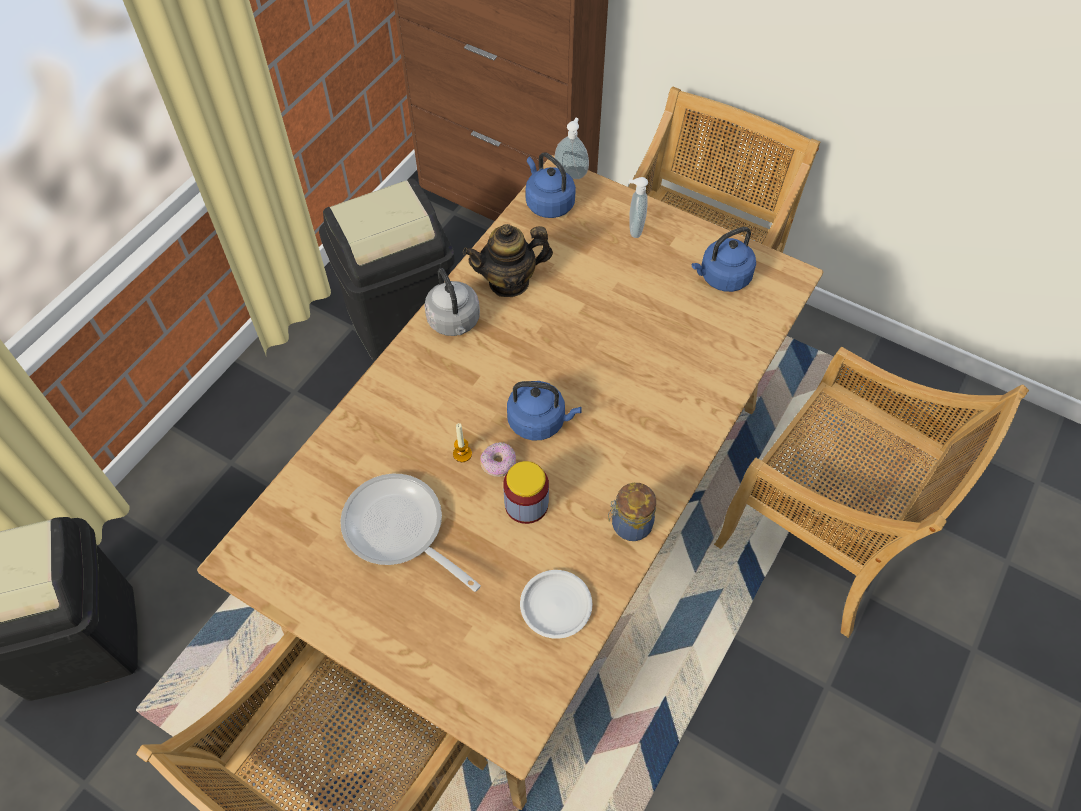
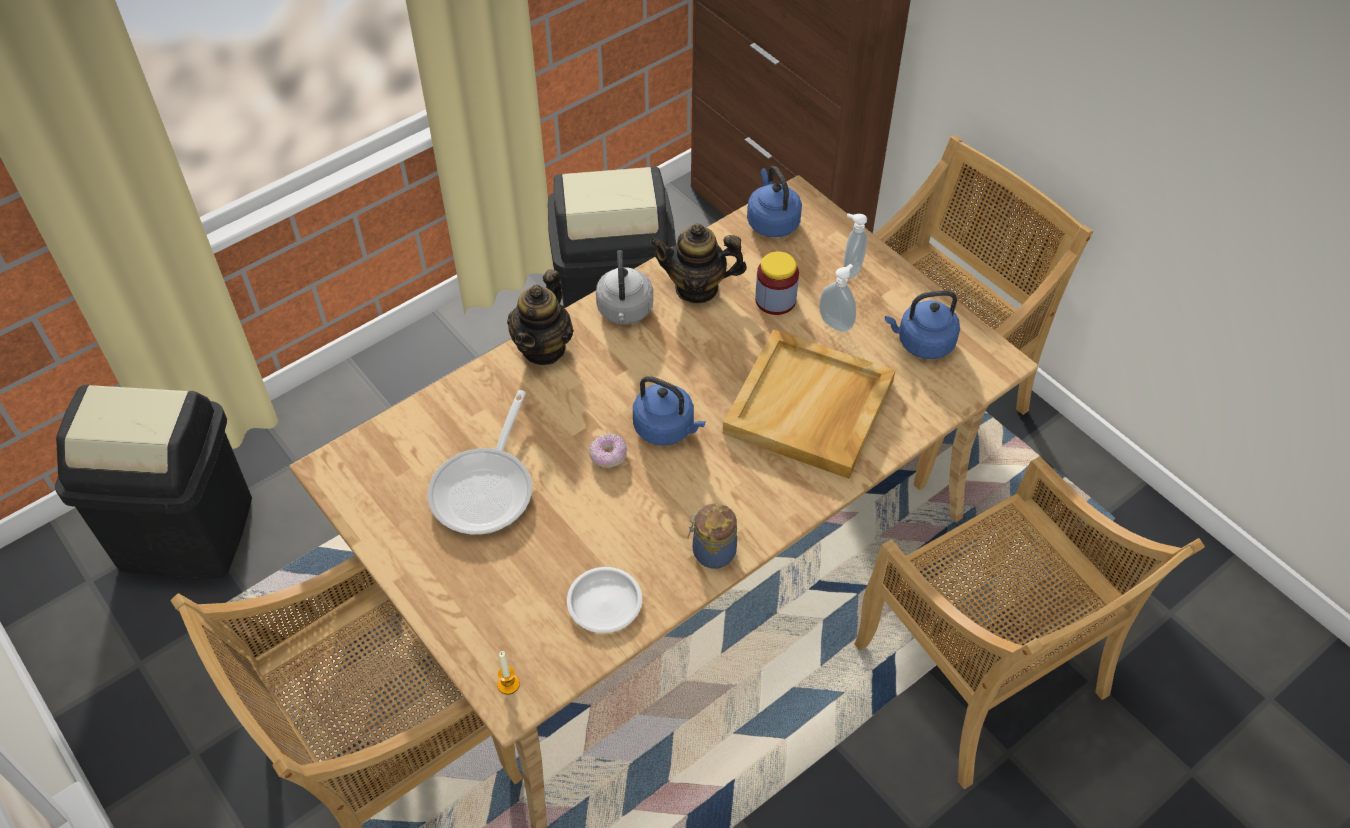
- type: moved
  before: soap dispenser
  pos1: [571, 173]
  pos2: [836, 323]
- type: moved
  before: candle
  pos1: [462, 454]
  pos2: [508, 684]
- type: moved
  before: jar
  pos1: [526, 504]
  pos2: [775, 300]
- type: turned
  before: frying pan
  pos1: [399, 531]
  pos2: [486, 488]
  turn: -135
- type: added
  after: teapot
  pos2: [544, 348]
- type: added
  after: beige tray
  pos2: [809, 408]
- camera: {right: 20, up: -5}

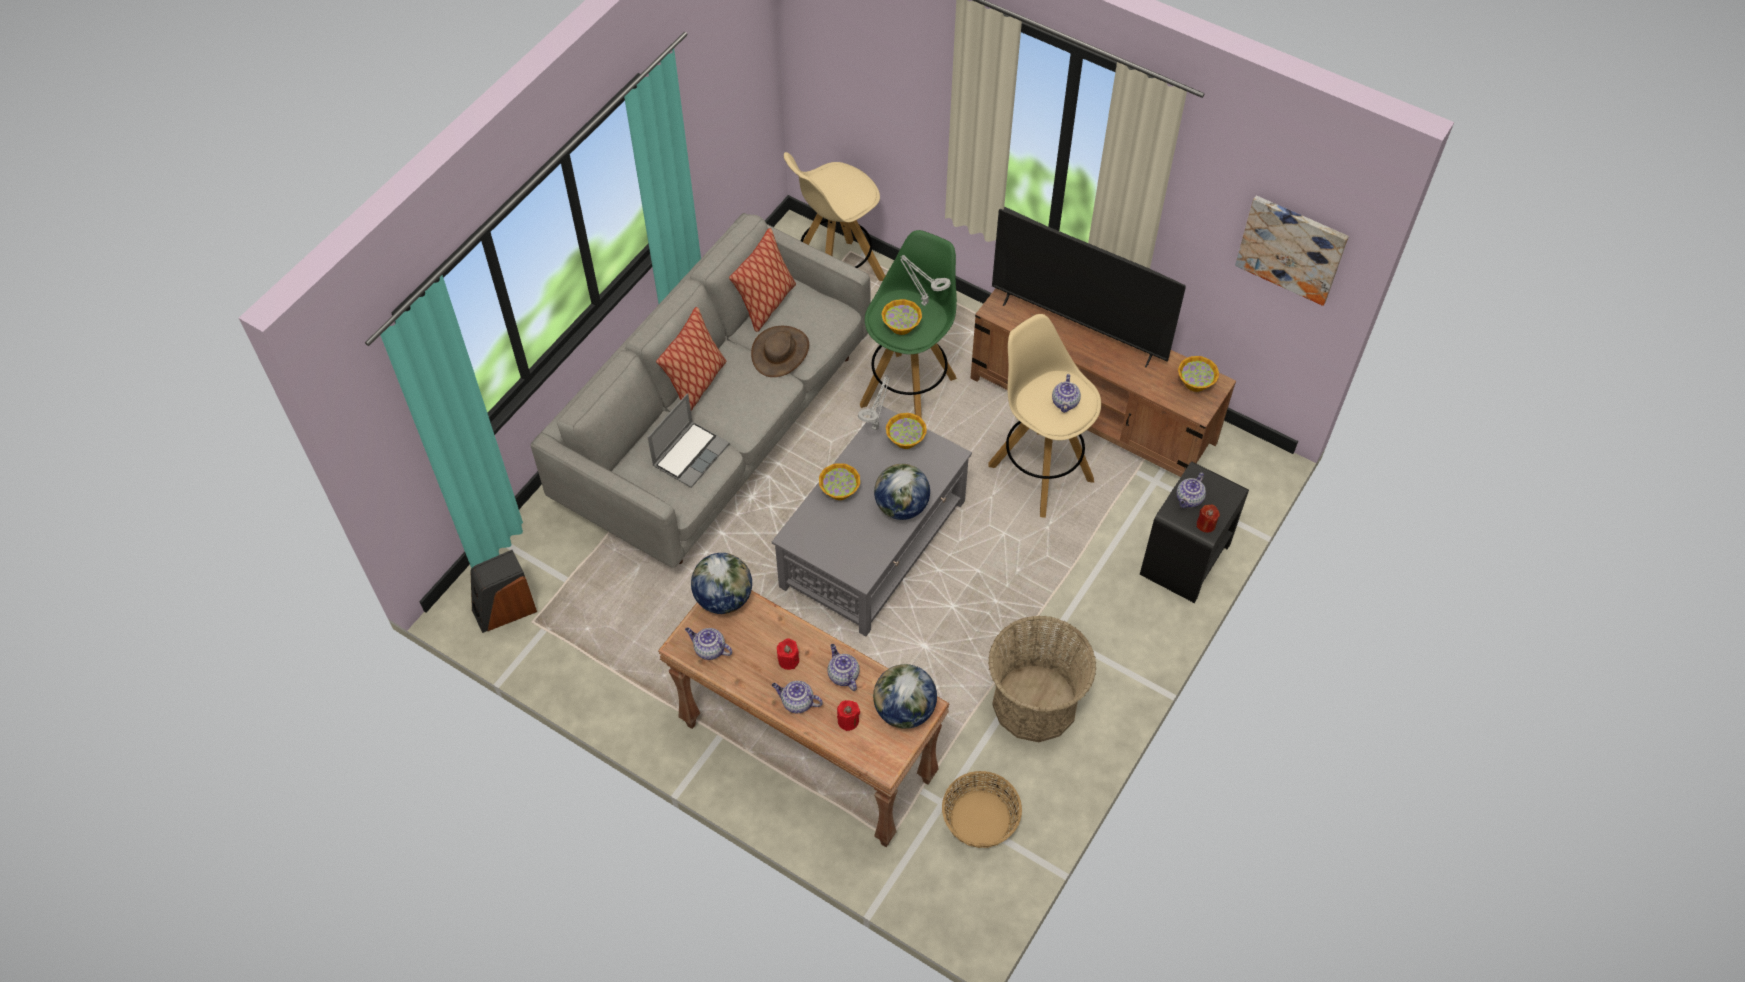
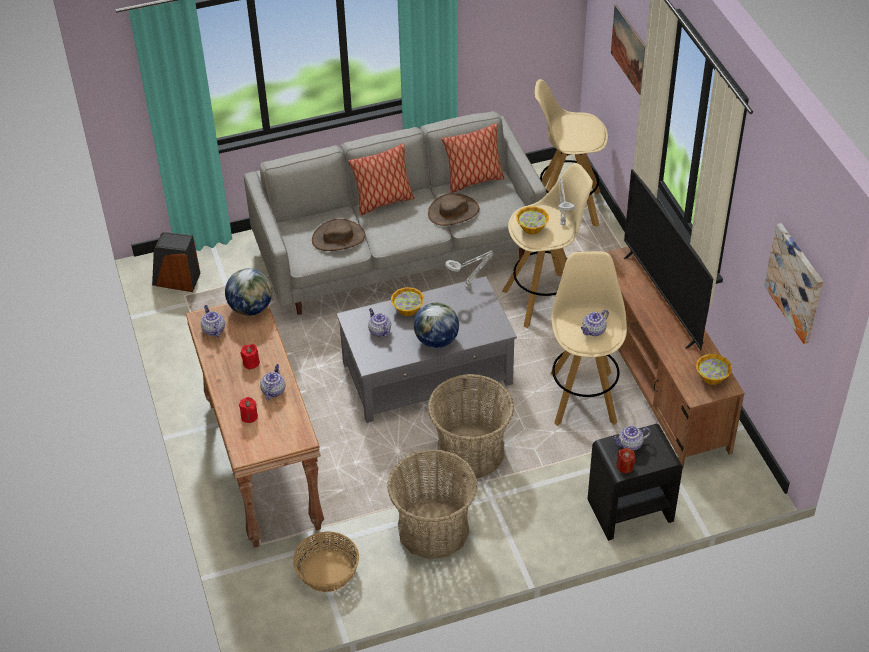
- type: recoloured
  before: green stool
  after: beige stool
  pos1: [909, 390]
  pos2: [544, 299]
- type: replaced
  before: laptop
  after: brown hat
  pos1: [690, 454]
  pos2: [338, 238]
- type: removed
  before: bowl
  pos1: [905, 439]
- type: removed
  before: globe
  pos1: [904, 710]
- type: moved
  before: teapot
  pos1: [797, 702]
  pos2: [379, 331]
- type: added
  after: picture
  pos2: [628, 49]
- type: added
  after: basket
  pos2: [470, 451]
- camera: {right: 40, up: -10}

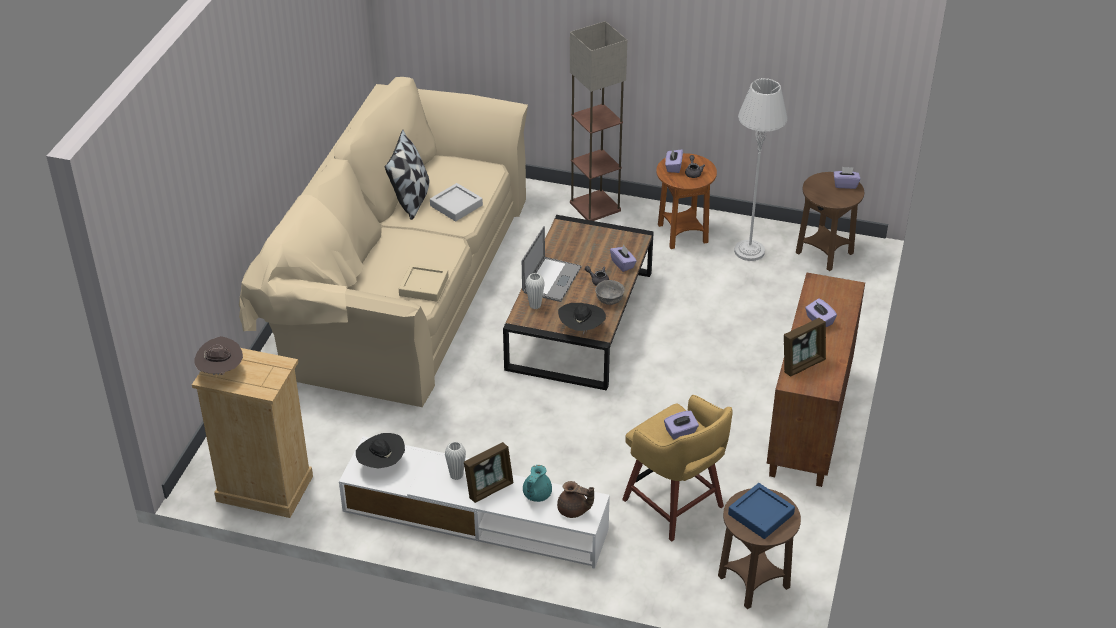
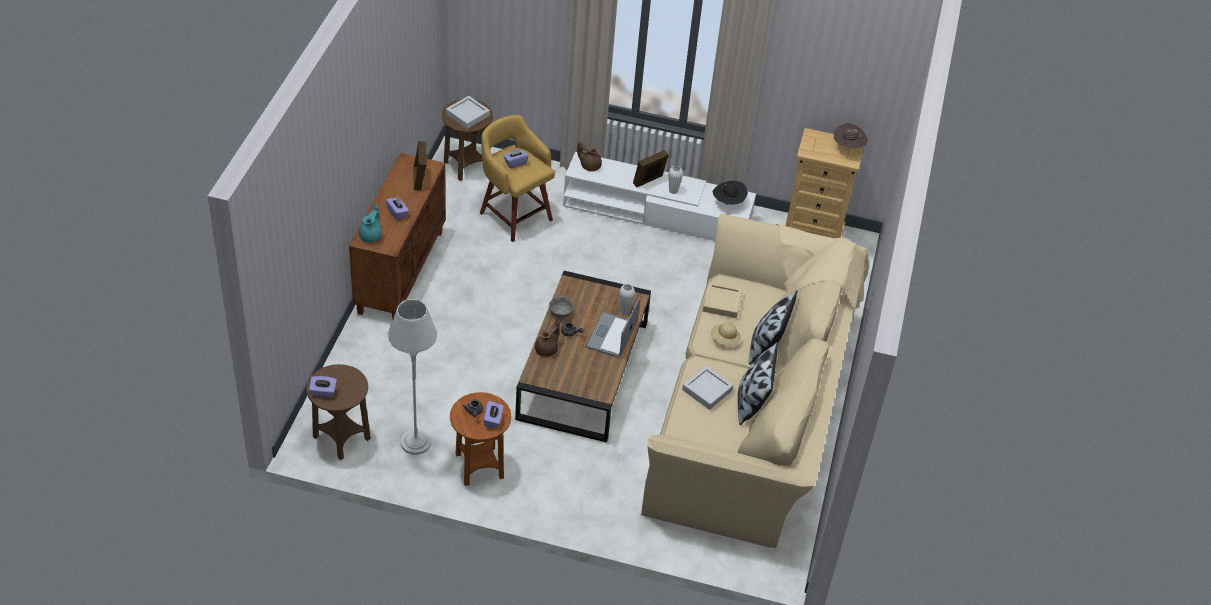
- type: removed
  before: floor lamp
  pos1: [596, 206]
- type: replaced
  before: purple tissue box
  after: brown teapot
  pos1: [623, 264]
  pos2: [547, 349]
- type: removed
  before: black hat
  pos1: [581, 329]
- type: turned
  before: picture frame
  pos1: [802, 364]
  pos2: [420, 179]
  turn: -60
- type: moved
  before: turquoise teapot
  pos1: [536, 495]
  pos2: [371, 236]
- type: recoloured
  before: blue tray
  after: grey tray
  pos1: [761, 514]
  pos2: [467, 115]
- type: added
  after: pillow
  pos2: [766, 346]
- type: added
  after: beige hat
  pos2: [724, 340]
- camera: {right: 175, up: 5}

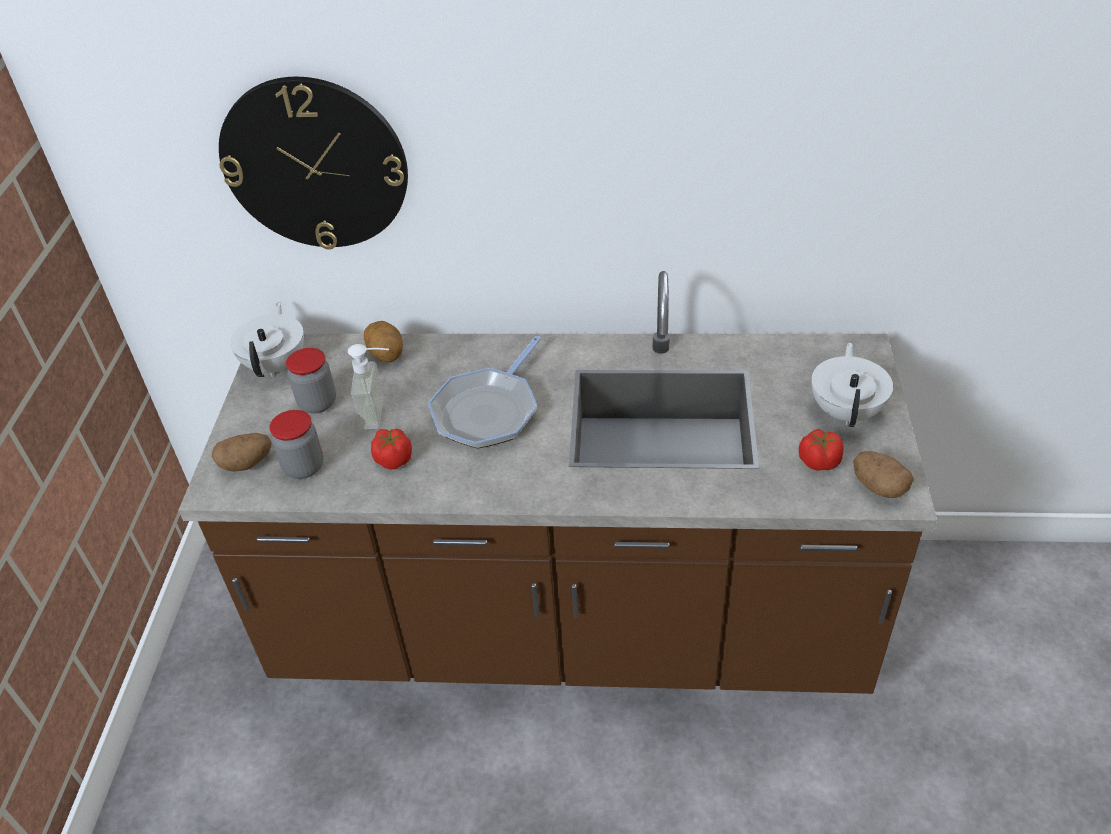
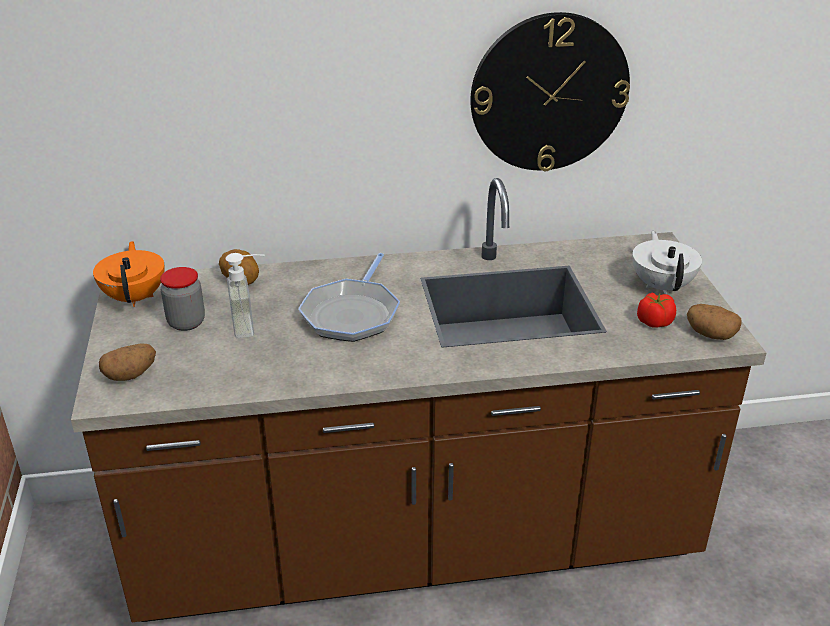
- type: moved
  before: wall clock
  pos1: [315, 164]
  pos2: [549, 93]
- type: recoloured
  before: white teapot
  after: orange teapot
  pos1: [276, 364]
  pos2: [135, 297]
- type: removed
  before: jar
  pos1: [304, 467]
- type: removed
  before: tomato
  pos1: [393, 459]
- camera: {right: -15, up: -10}

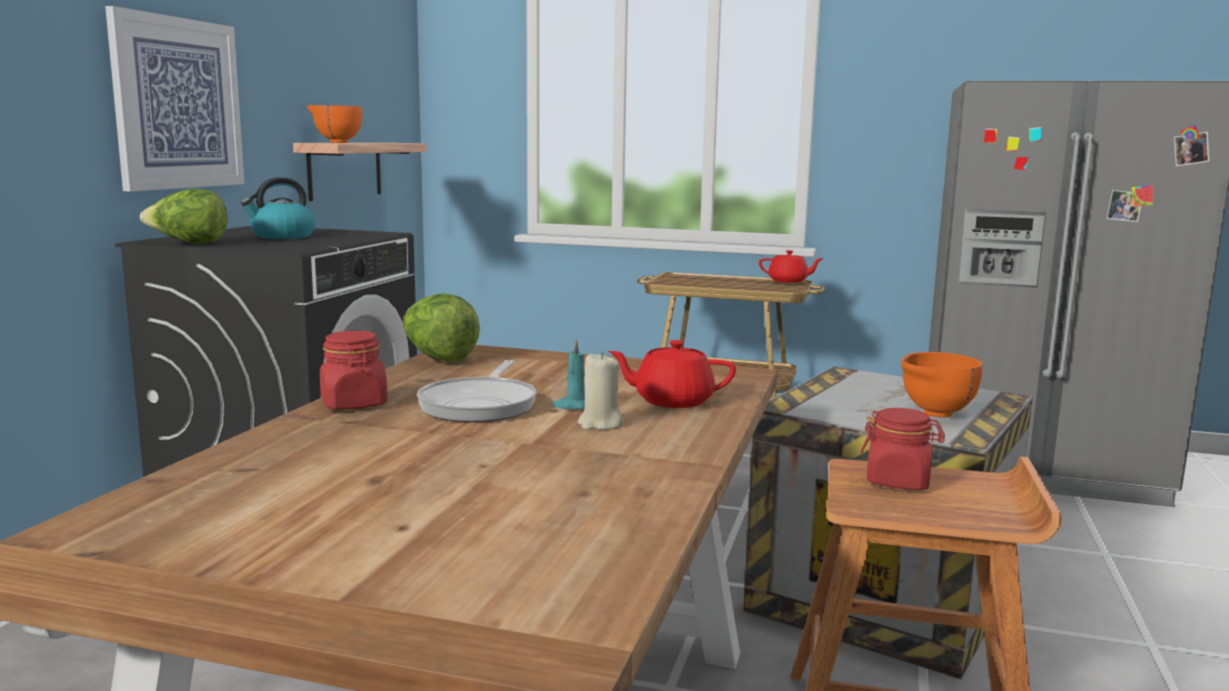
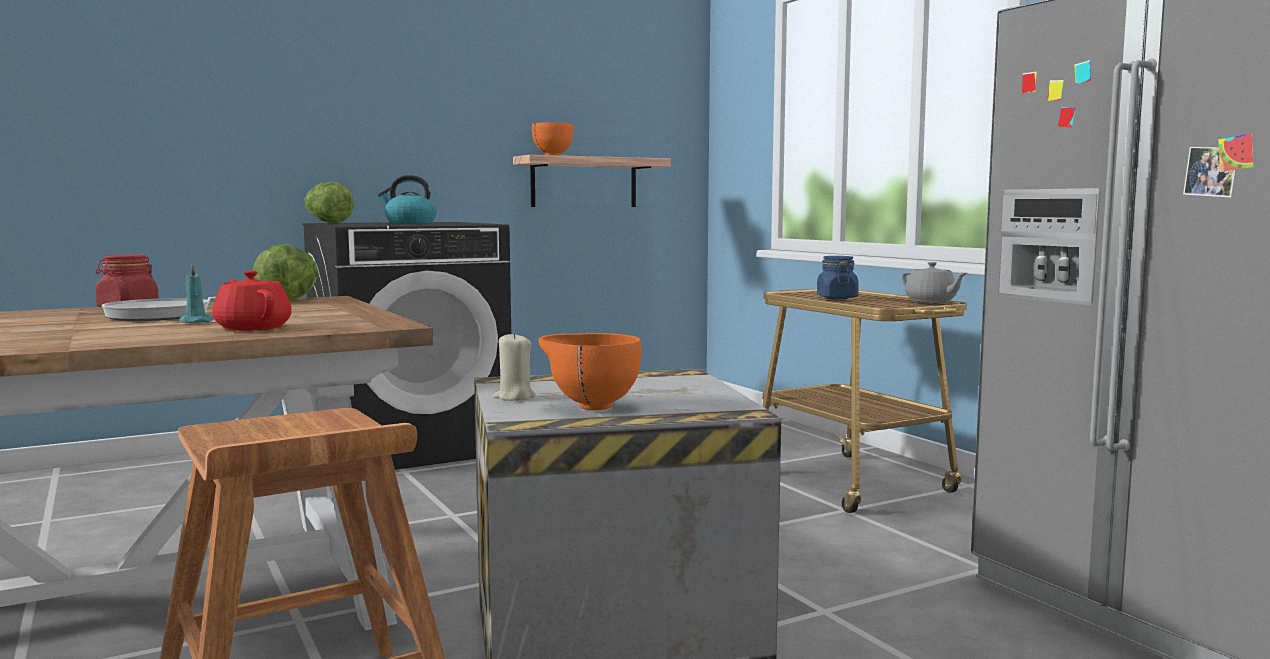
- type: removed
  before: picture
  pos1: [178, 103]
- type: recoloured
  before: red teapot
  after: grey teapot
  pos1: [788, 281]
  pos2: [931, 301]
- type: moved
  before: beige candle
  pos1: [600, 424]
  pos2: [514, 397]
- type: removed
  before: red jar
  pos1: [898, 481]
- type: added
  after: blue jar
  pos2: [836, 298]
- camera: {right: 45, up: -5}

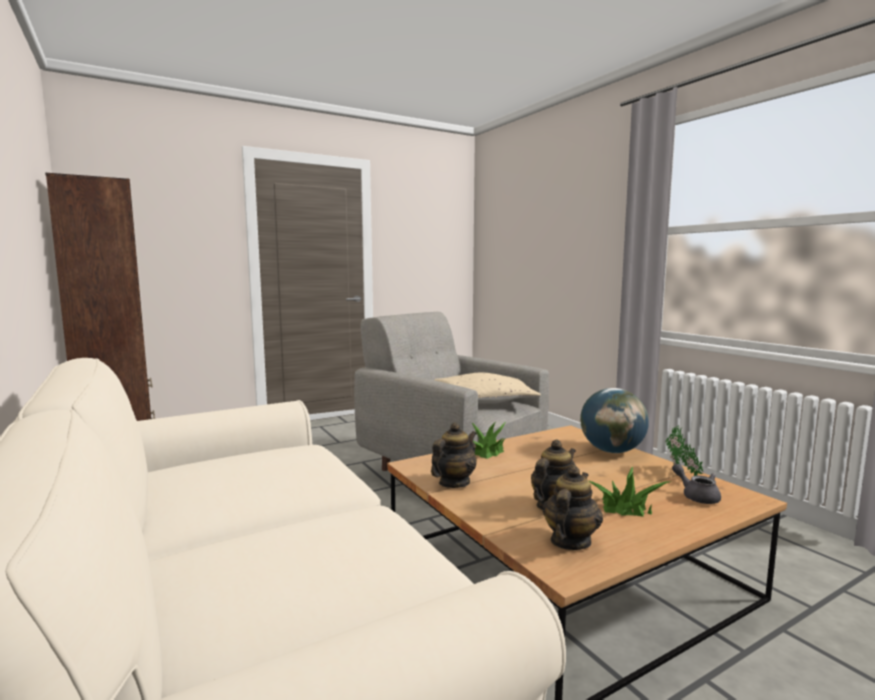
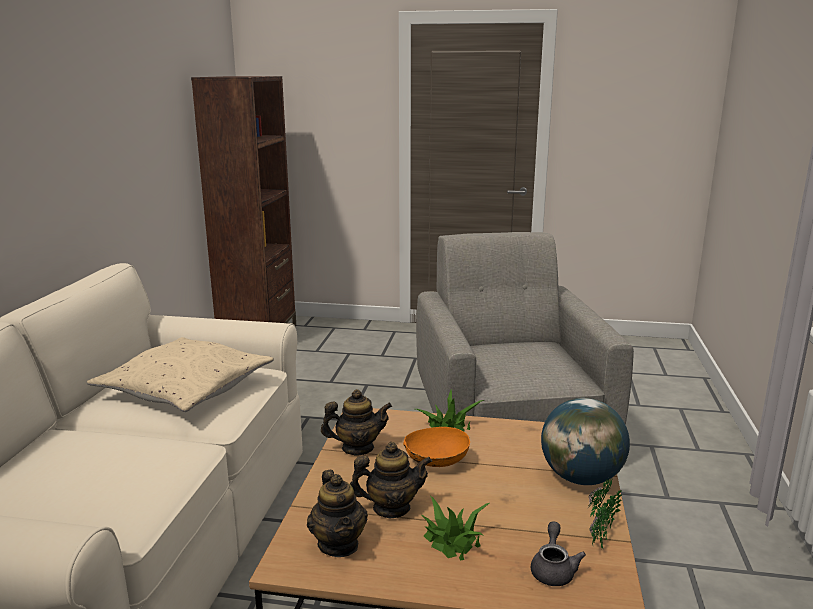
- type: moved
  before: beige pillow
  pos1: [482, 400]
  pos2: [185, 388]
- type: turned
  before: teapot
  pos1: [570, 541]
  pos2: [338, 544]
  turn: 90
- type: added
  after: orange bowl
  pos2: [436, 463]
- camera: {right: 40, up: 10}

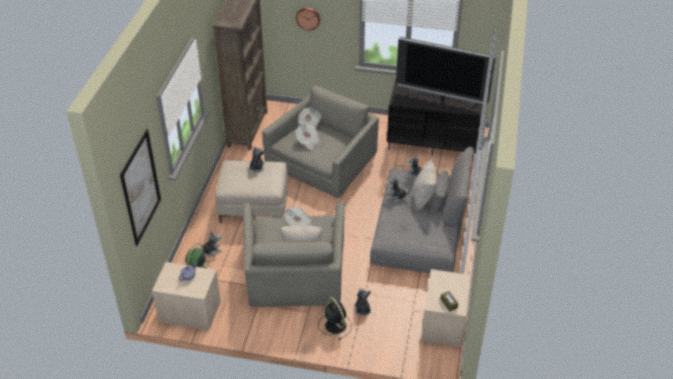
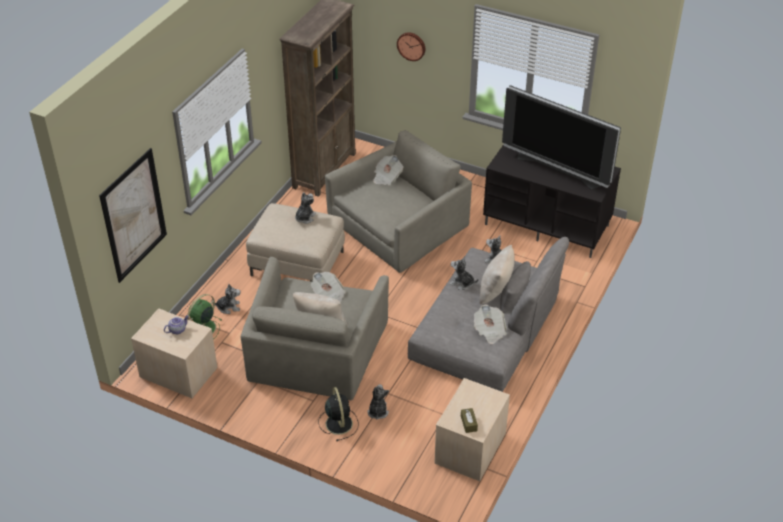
- type: moved
  before: newspaper
  pos1: [308, 141]
  pos2: [489, 331]
- camera: {right: 15, up: 0}

